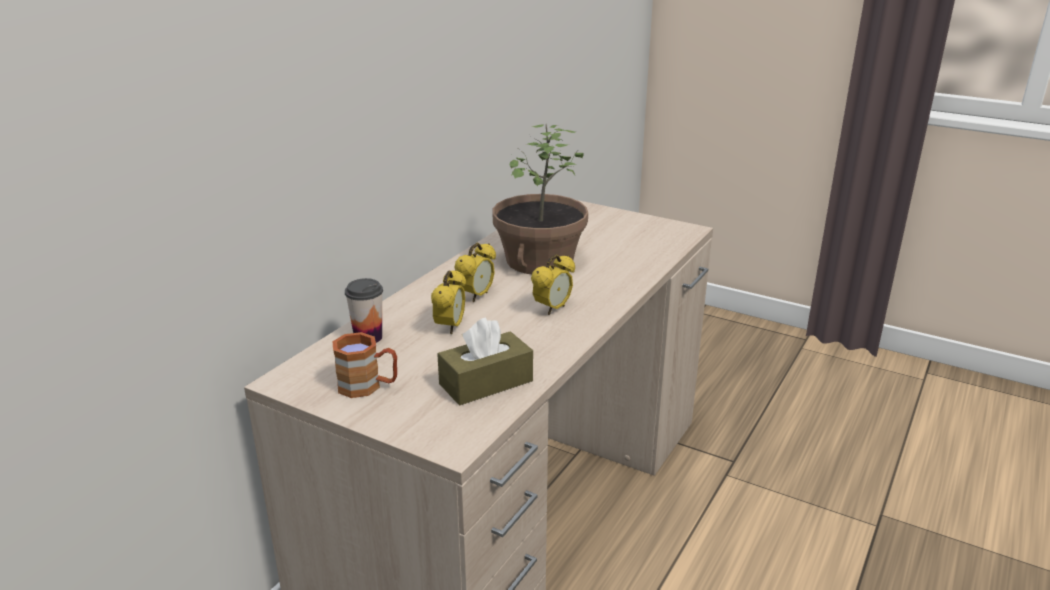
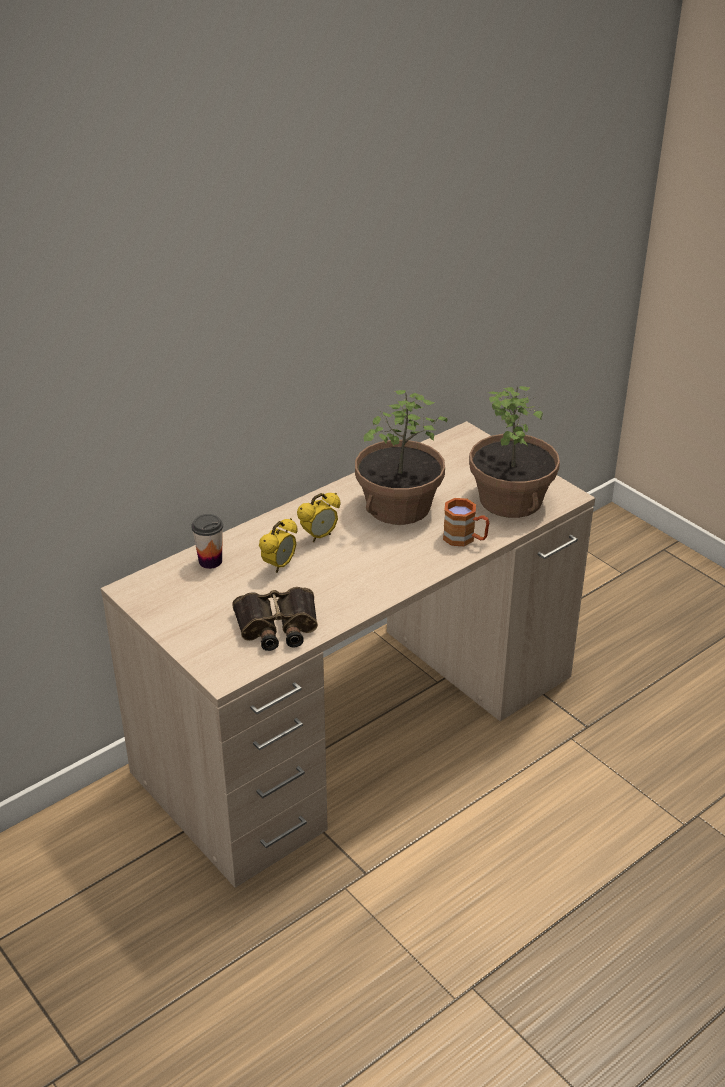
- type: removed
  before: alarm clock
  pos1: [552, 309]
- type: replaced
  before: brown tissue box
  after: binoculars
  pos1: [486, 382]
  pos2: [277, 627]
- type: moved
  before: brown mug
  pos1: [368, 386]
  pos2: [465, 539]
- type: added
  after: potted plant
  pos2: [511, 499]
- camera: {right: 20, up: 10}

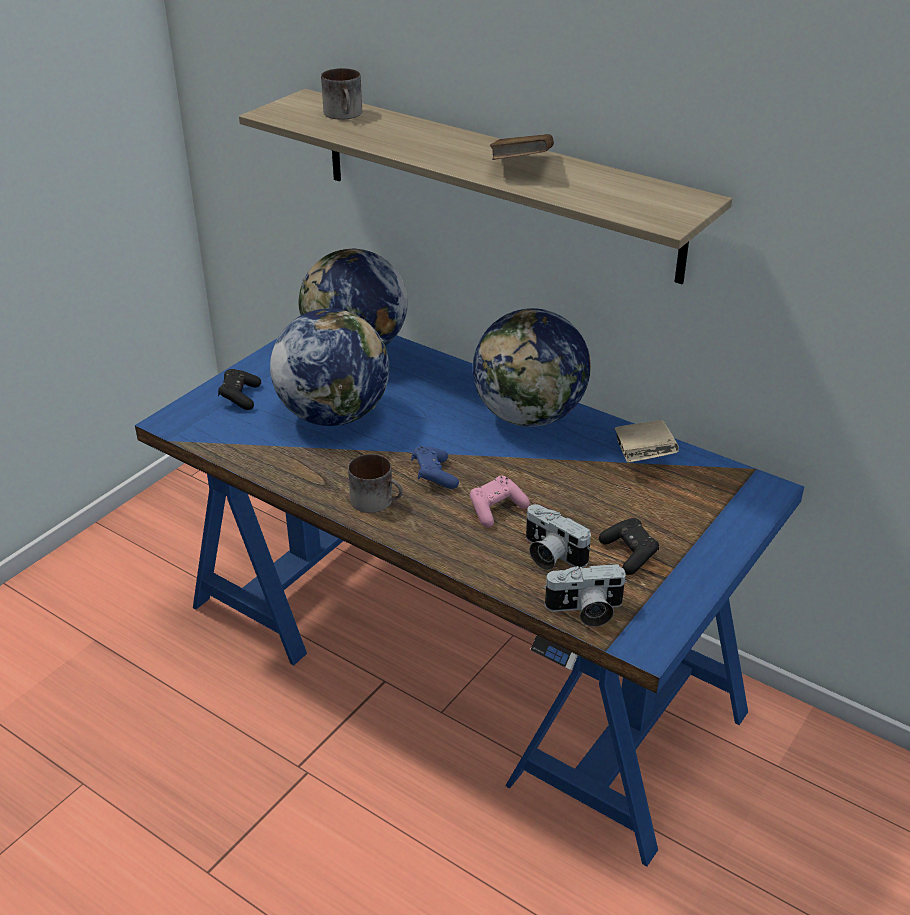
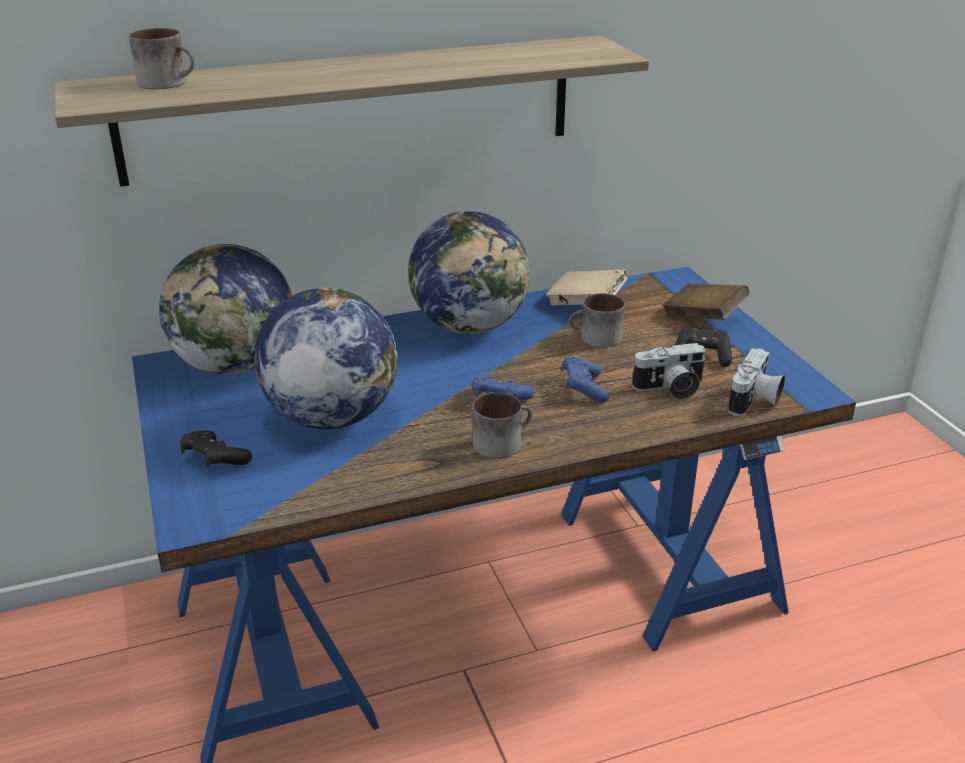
- type: moved
  before: brown book
  pos1: [521, 167]
  pos2: [703, 318]
- type: recoloured
  before: pink game controller
  after: blue game controller
  pos1: [496, 509]
  pos2: [583, 389]
- type: added
  after: mug
  pos2: [596, 339]
- camera: {right: -55, up: -5}

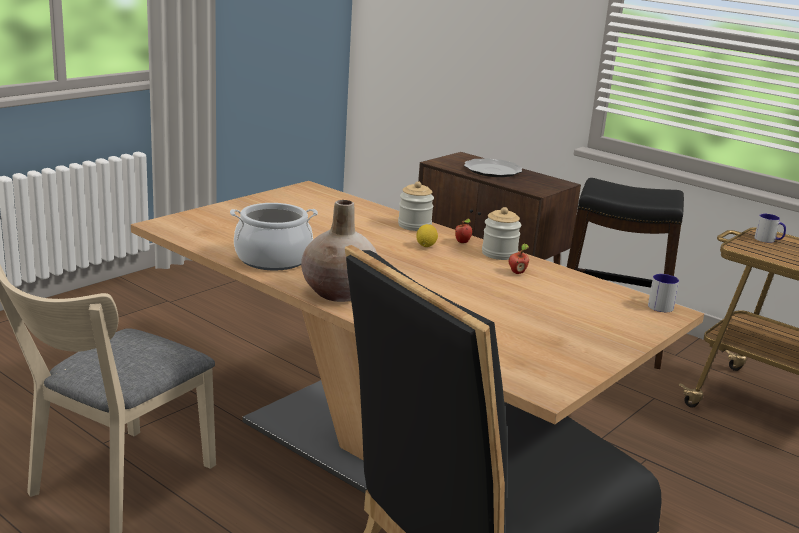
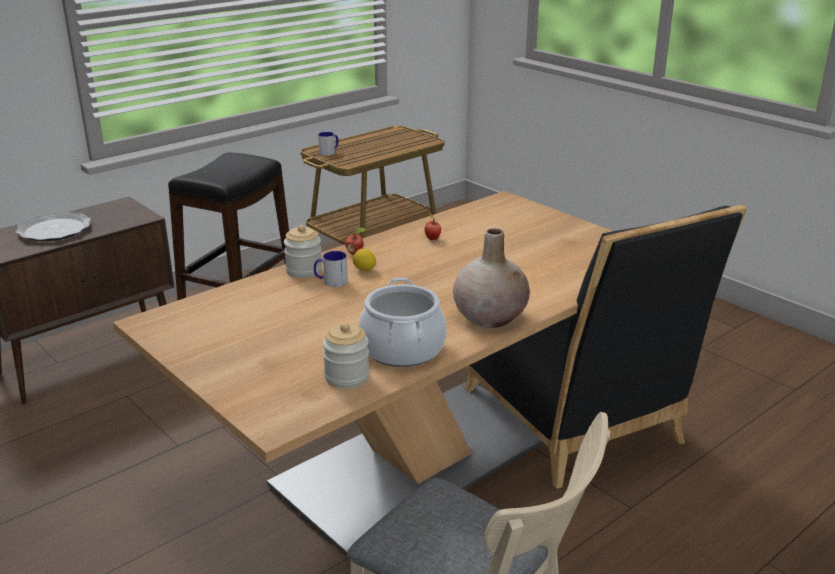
- type: moved
  before: jar
  pos1: [499, 254]
  pos2: [347, 377]
- type: moved
  before: mug
  pos1: [658, 305]
  pos2: [331, 281]
- camera: {right: -80, up: 5}

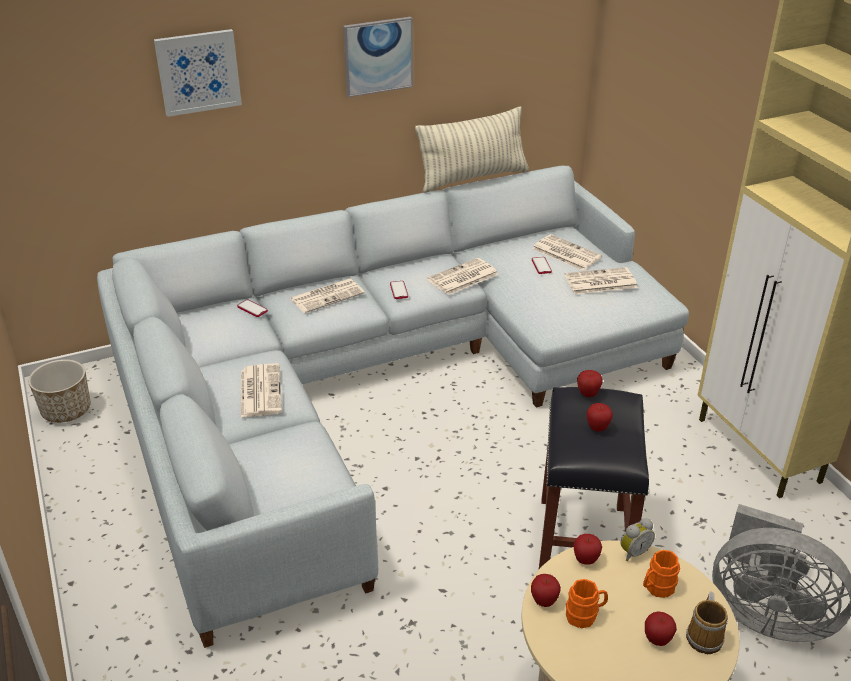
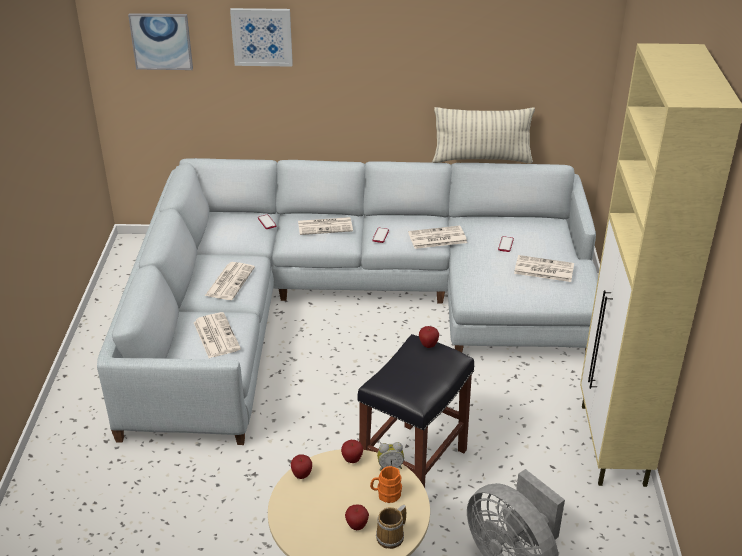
- type: moved
  before: picture
  pos1: [378, 56]
  pos2: [161, 41]
- type: moved
  before: newspaper
  pos1: [565, 253]
  pos2: [215, 335]
- type: removed
  before: planter
  pos1: [66, 410]
- type: removed
  before: apple
  pos1: [597, 428]
- type: removed
  before: orange mug
  pos1: [585, 615]
- camera: {right: 25, up: 0}

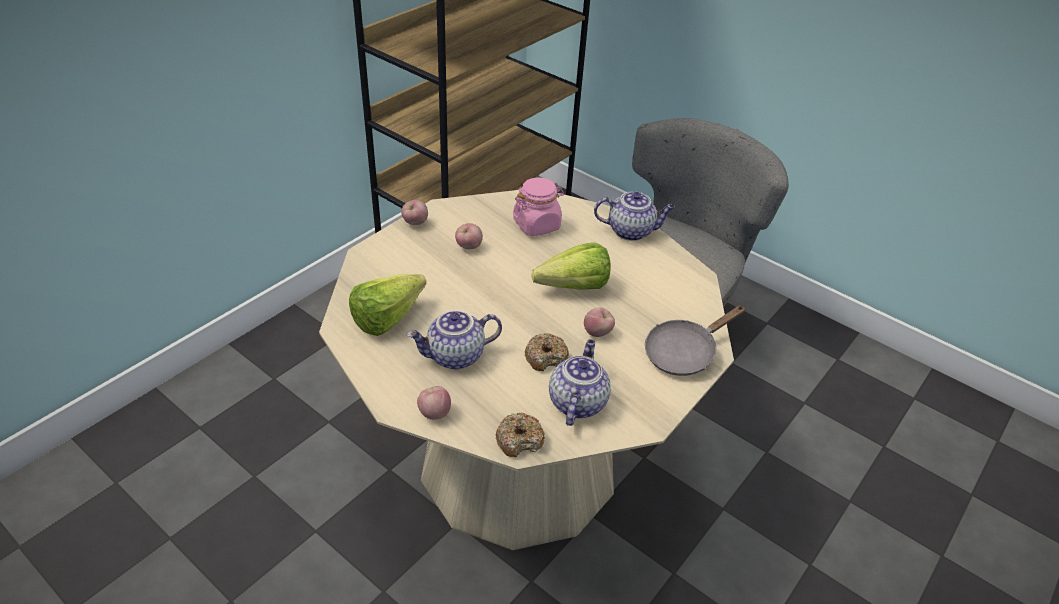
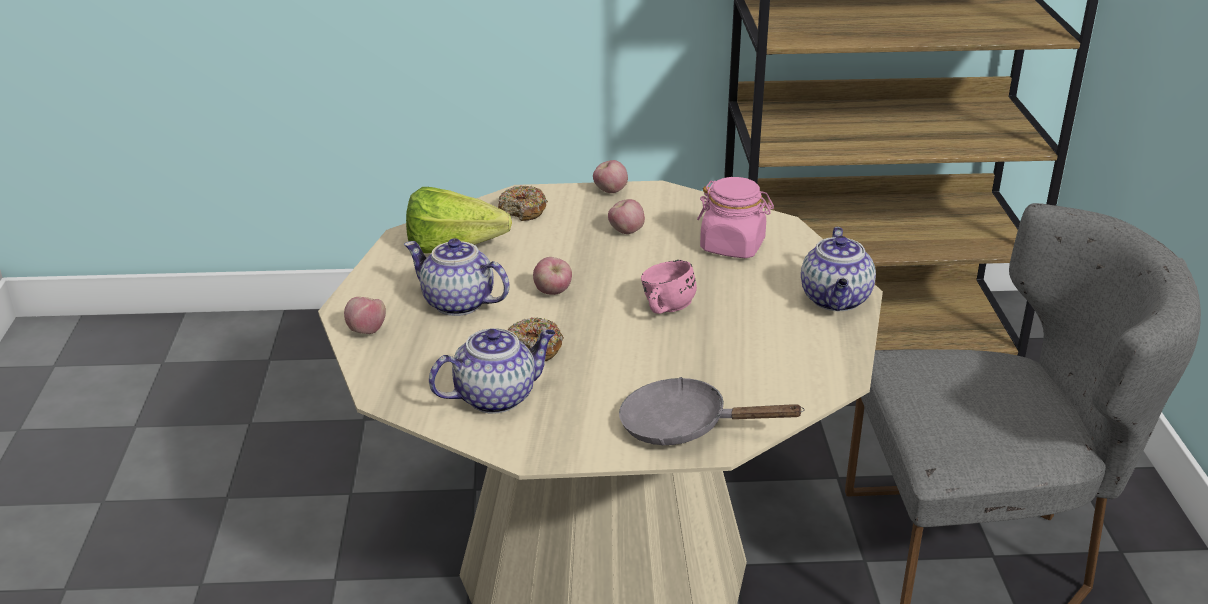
- type: turned
  before: teapot
  pos1: [631, 231]
  pos2: [836, 300]
  turn: 45
- type: replaced
  before: lettuce
  after: pink mug
  pos1: [567, 287]
  pos2: [663, 310]
- type: moved
  before: apple
  pos1: [597, 333]
  pos2: [553, 293]
- type: moved
  before: donut
  pos1: [519, 440]
  pos2: [523, 211]
- camera: {right: 50, up: -10}

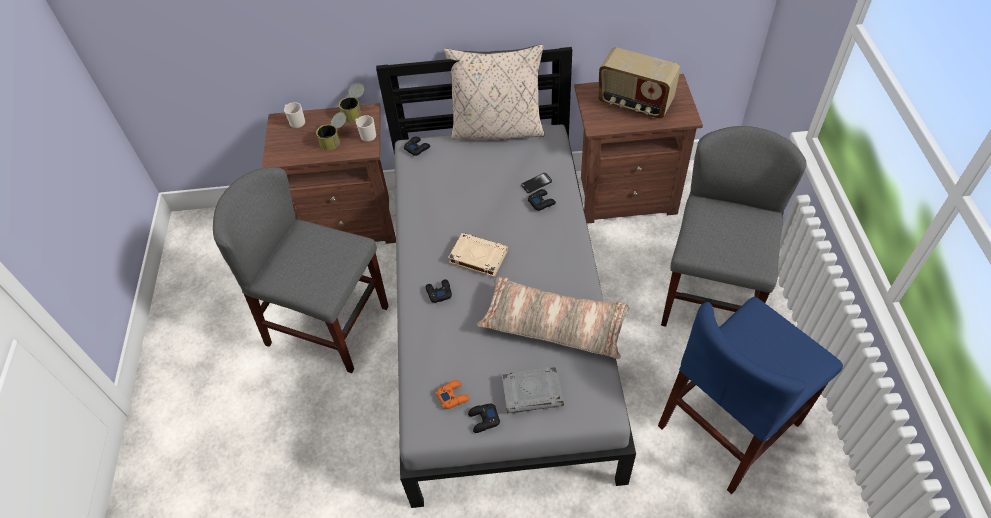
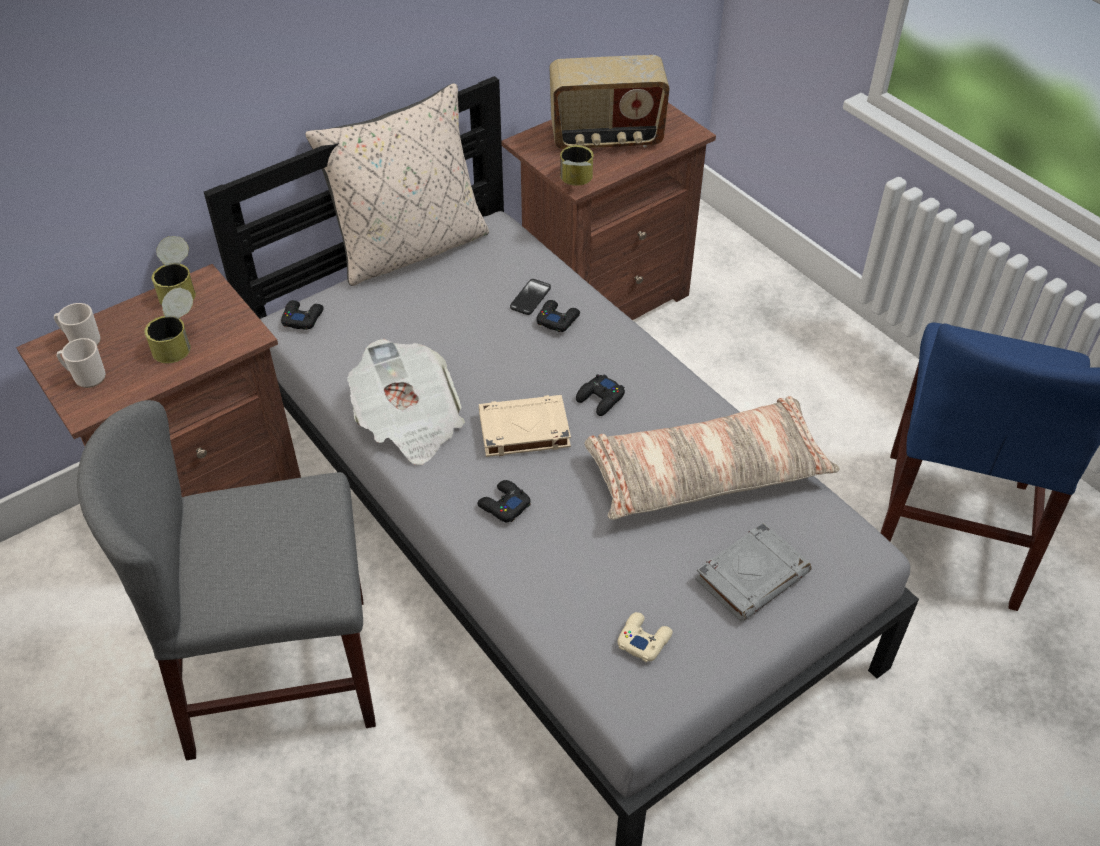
- type: moved
  before: mug
  pos1: [366, 135]
  pos2: [86, 377]
- type: removed
  before: grey chair
  pos1: [710, 296]
- type: recoloured
  before: orange game controller
  after: beige game controller
  pos1: [453, 396]
  pos2: [643, 639]
- type: moved
  before: black game controller
  pos1: [484, 420]
  pos2: [600, 399]
- type: added
  after: can
  pos2: [576, 182]
- type: added
  after: newspaper
  pos2: [409, 422]
- camera: {right: -35, up: -5}

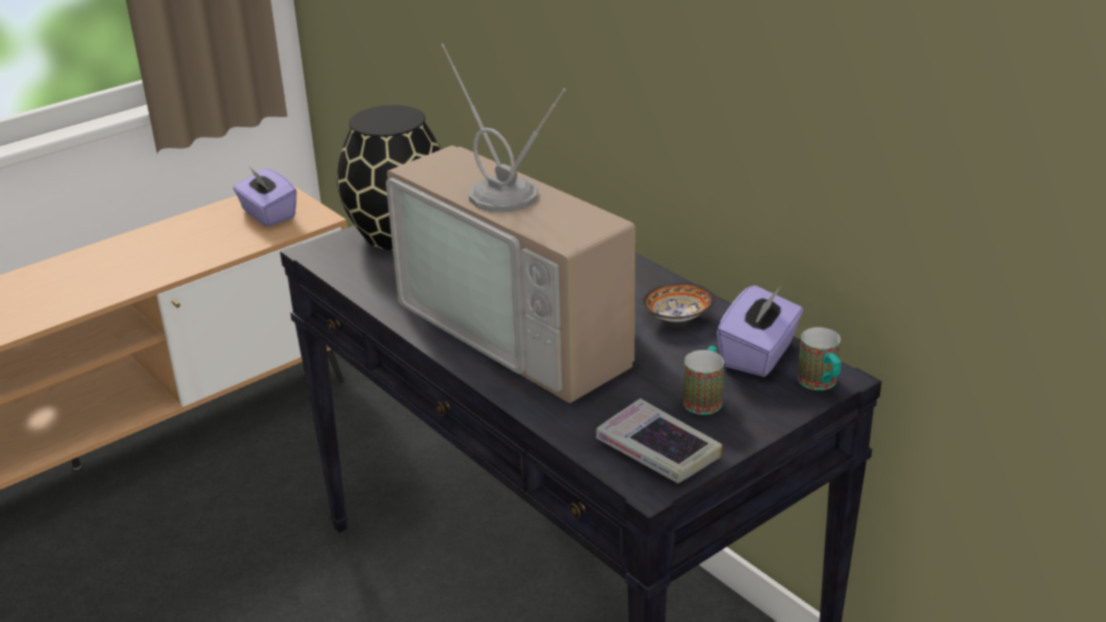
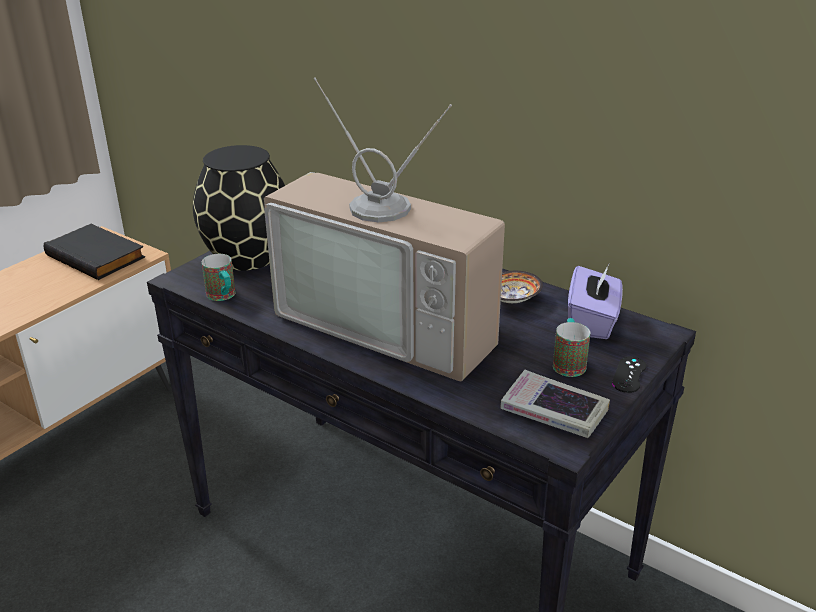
- type: replaced
  before: purple tissue box
  after: black book
  pos1: [268, 214]
  pos2: [97, 256]
- type: moved
  before: mug
  pos1: [821, 384]
  pos2: [223, 297]
- type: added
  after: black game controller
  pos2: [629, 375]
- camera: {right: -15, up: 0}

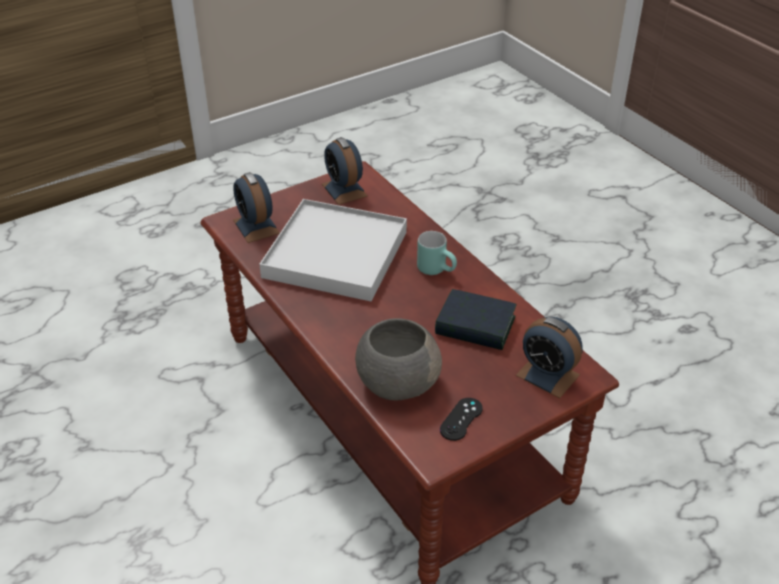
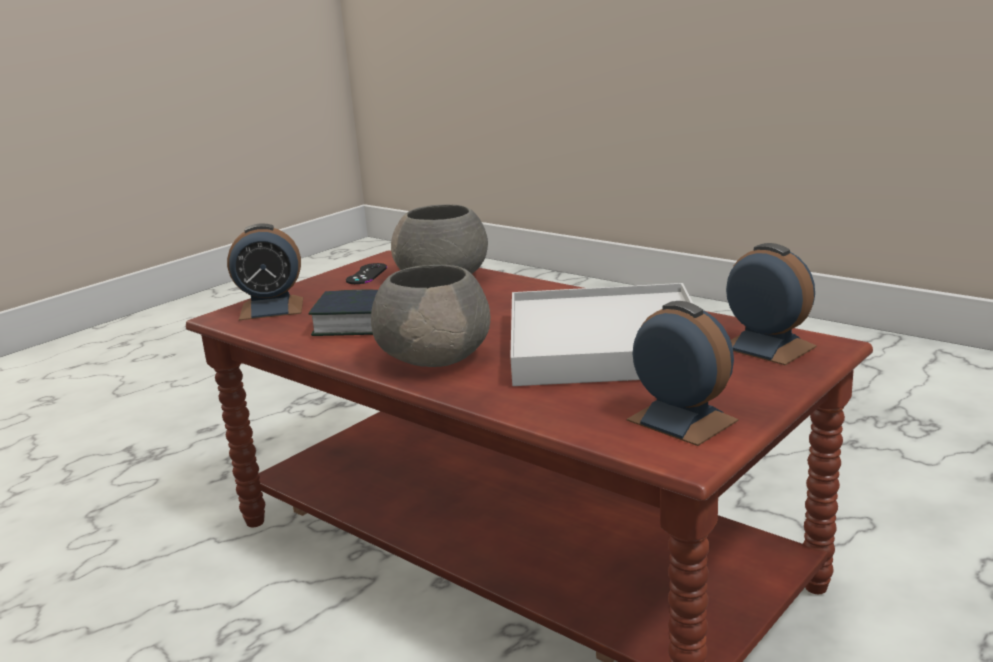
- type: replaced
  before: turquoise mug
  after: grey bowl
  pos1: [437, 269]
  pos2: [436, 357]
- type: turned
  before: alarm clock
  pos1: [547, 375]
  pos2: [271, 309]
  turn: 150
- camera: {right: 165, up: -20}

